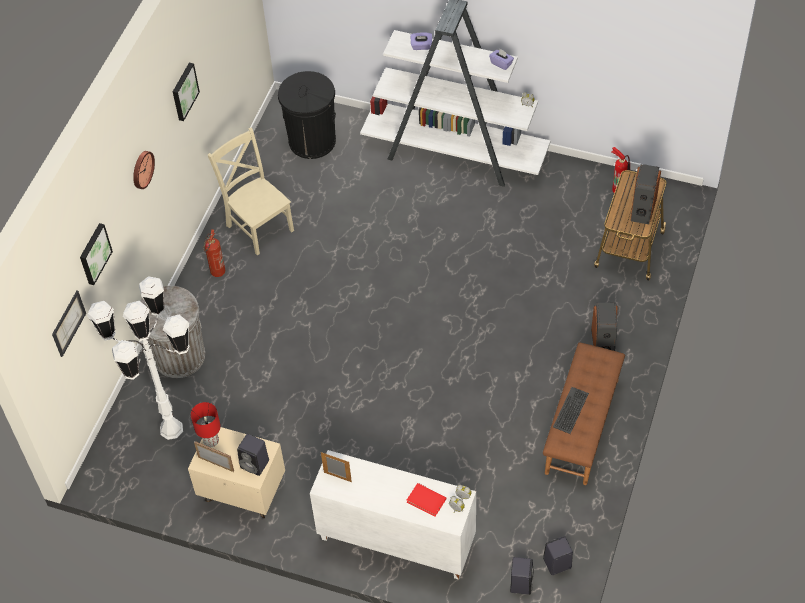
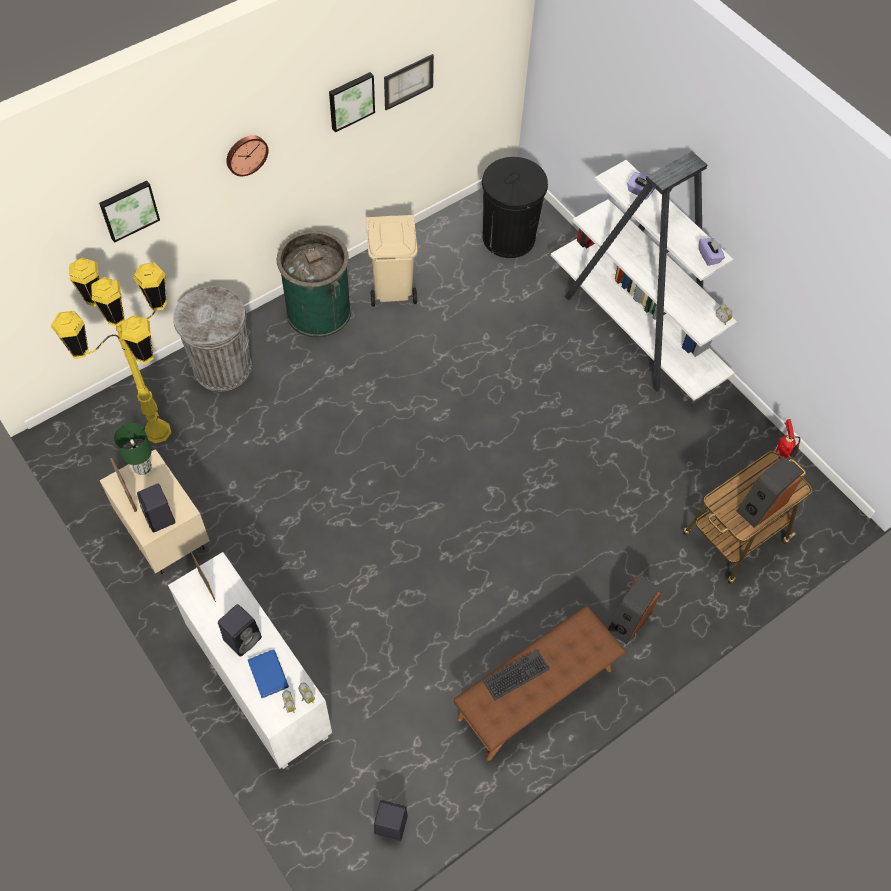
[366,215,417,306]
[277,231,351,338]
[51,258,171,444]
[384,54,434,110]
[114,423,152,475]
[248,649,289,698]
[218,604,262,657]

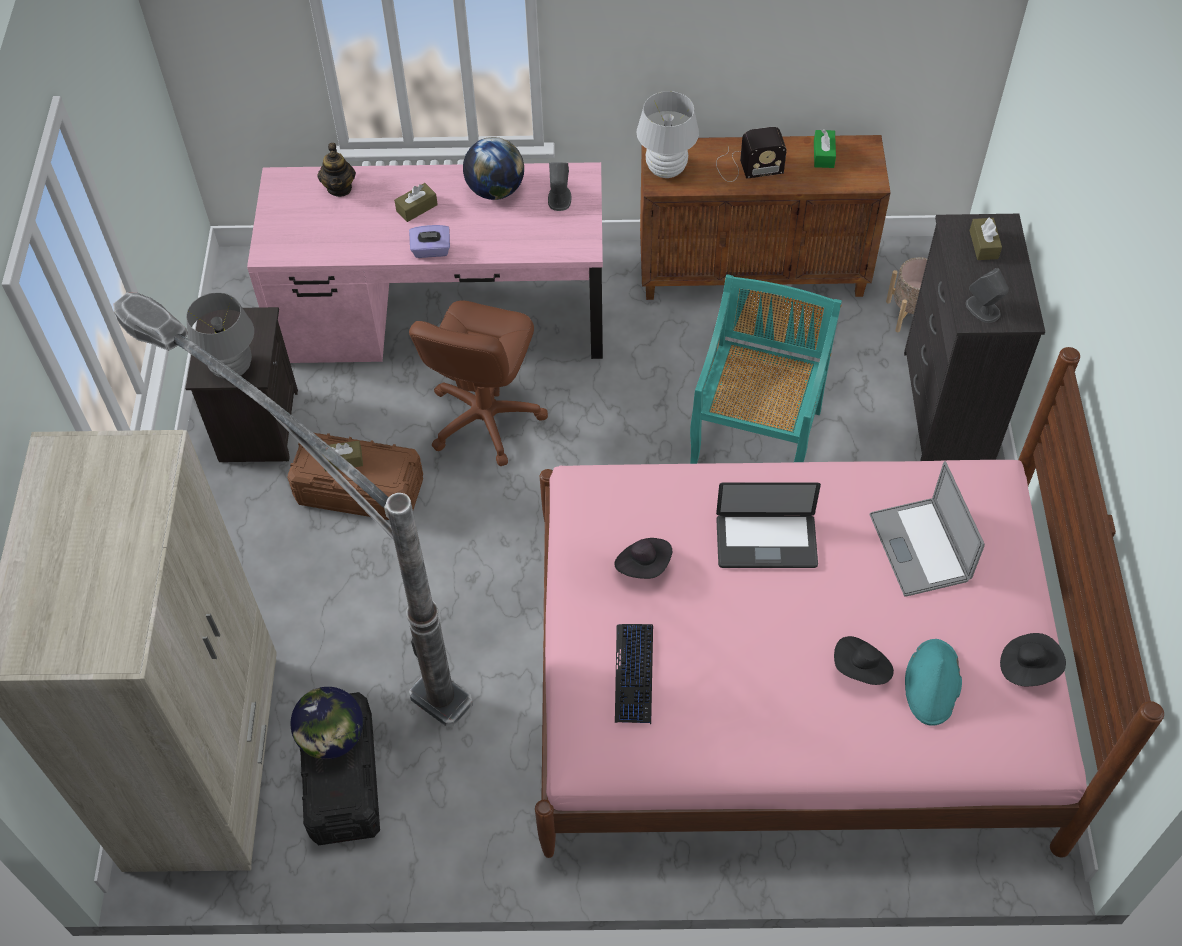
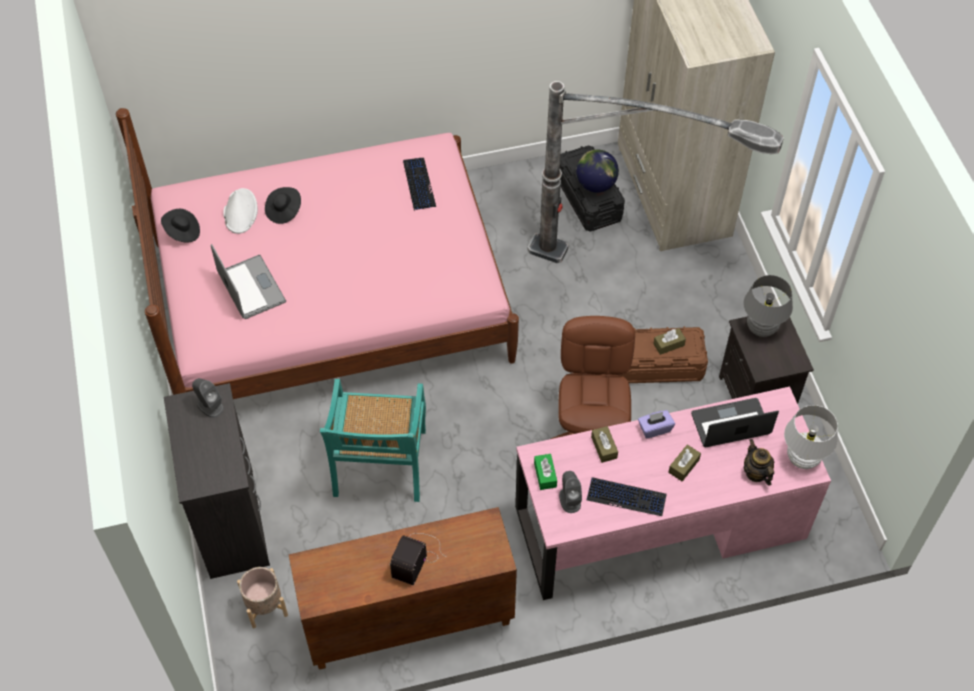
[784,405,838,469]
[390,533,447,585]
[534,454,557,490]
[587,477,667,516]
[591,426,618,463]
[691,398,779,447]
[614,538,672,579] (first image)
[223,188,258,234]

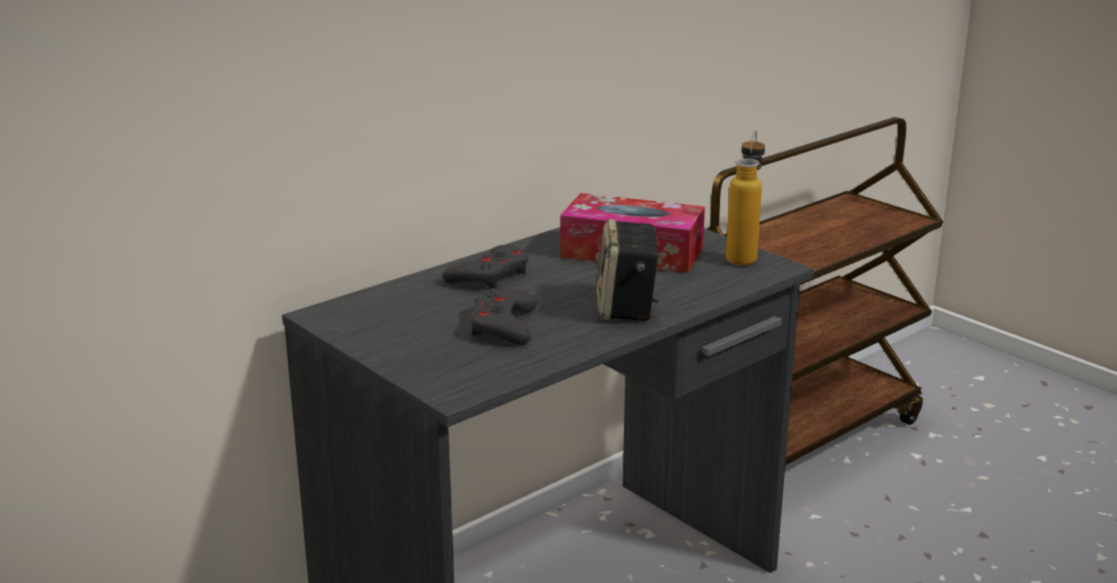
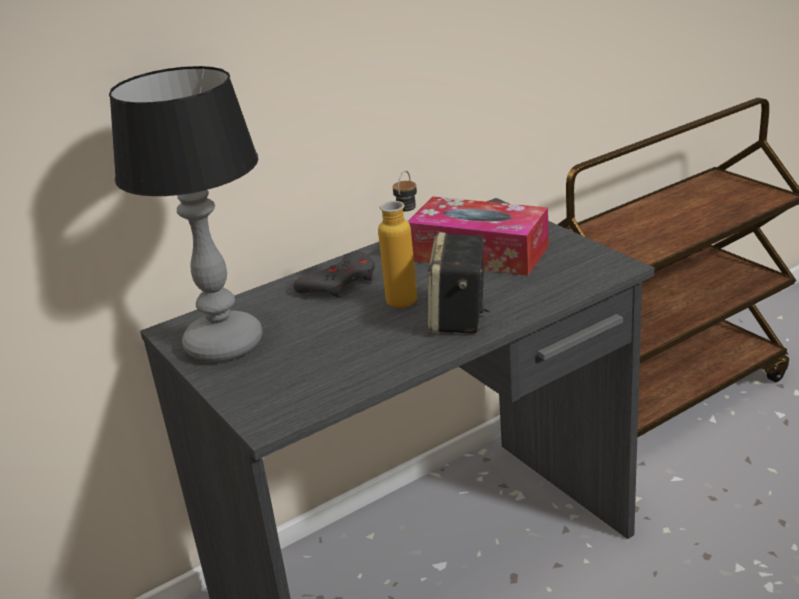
[378,170,417,308]
[470,289,537,345] (first image)
[109,66,262,362]

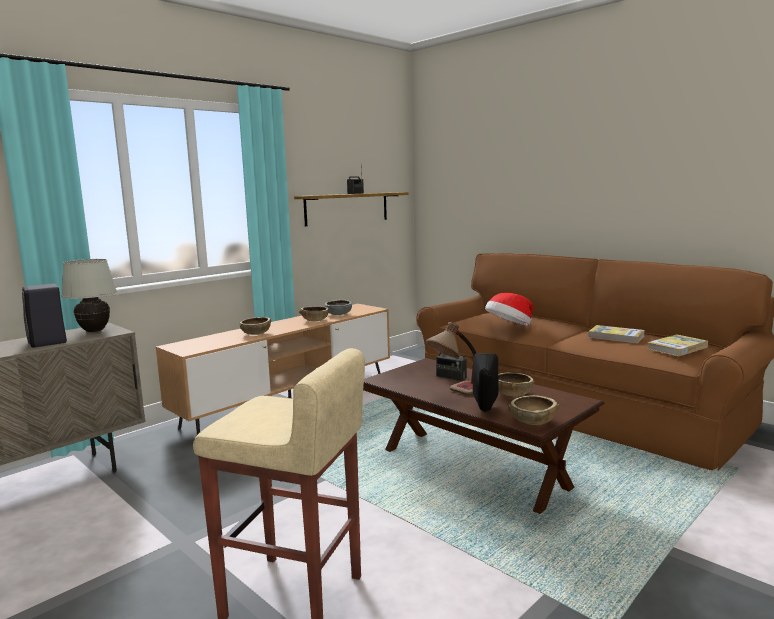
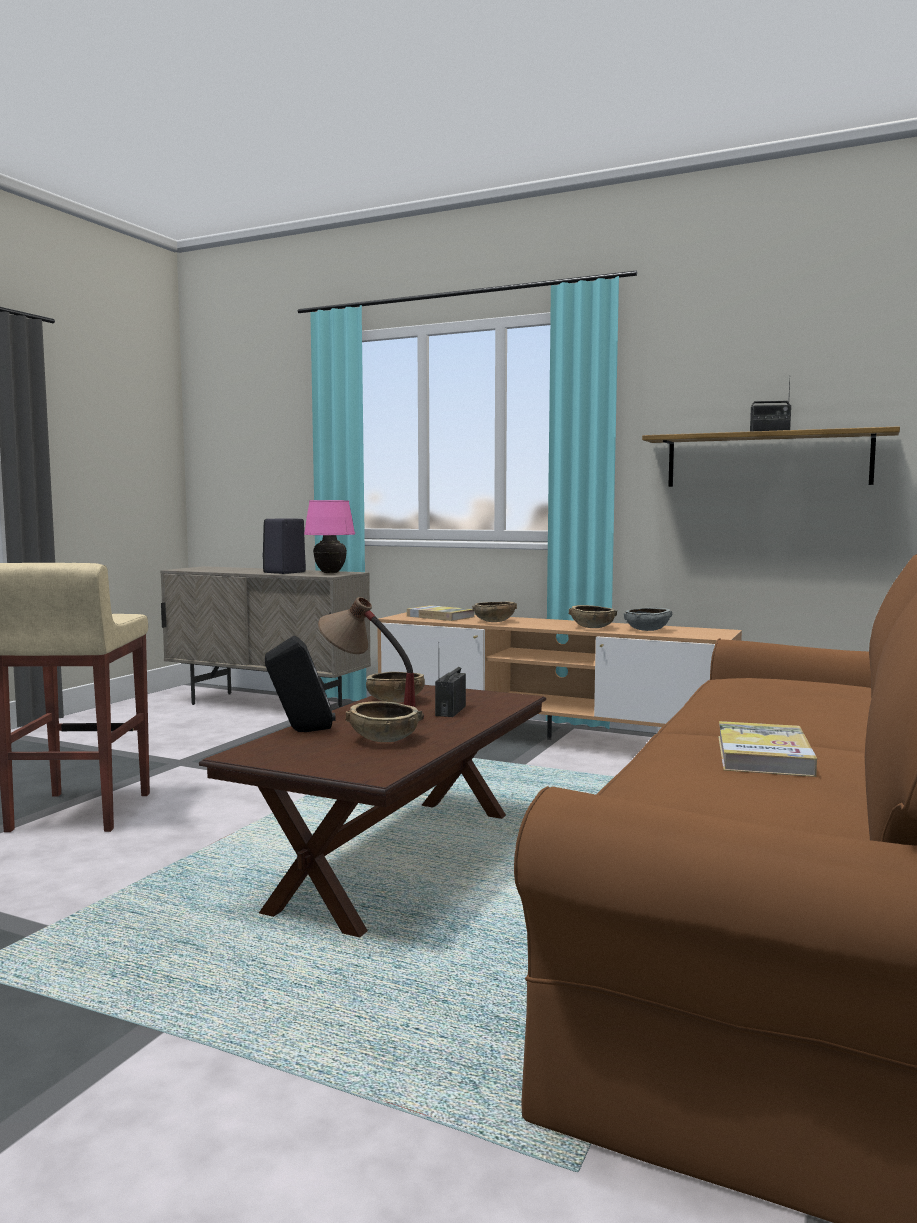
[304,500,355,573]
[485,293,533,326] (first image)
[407,605,474,621]
[366,672,425,703]

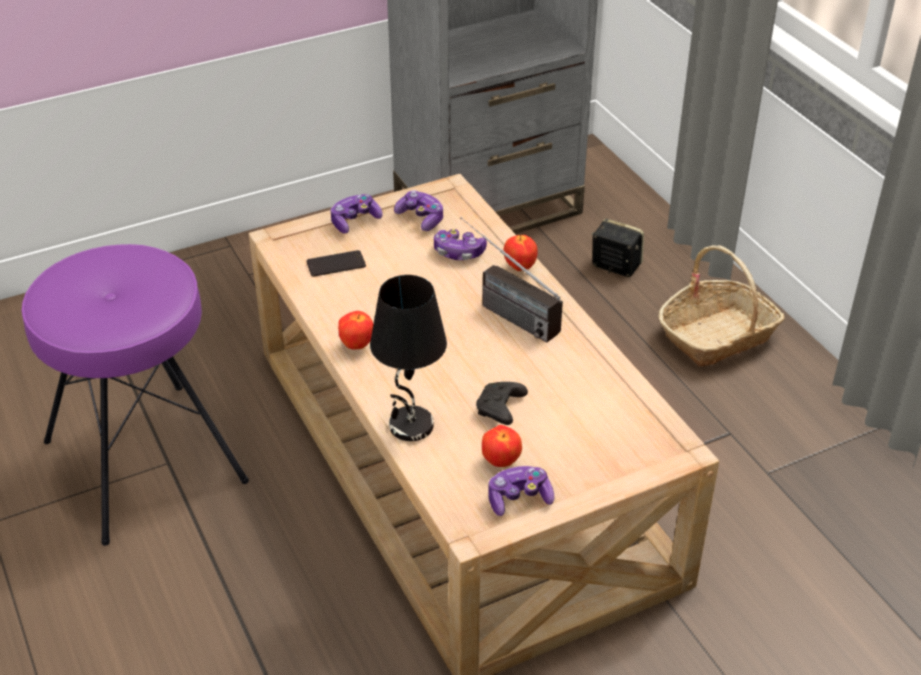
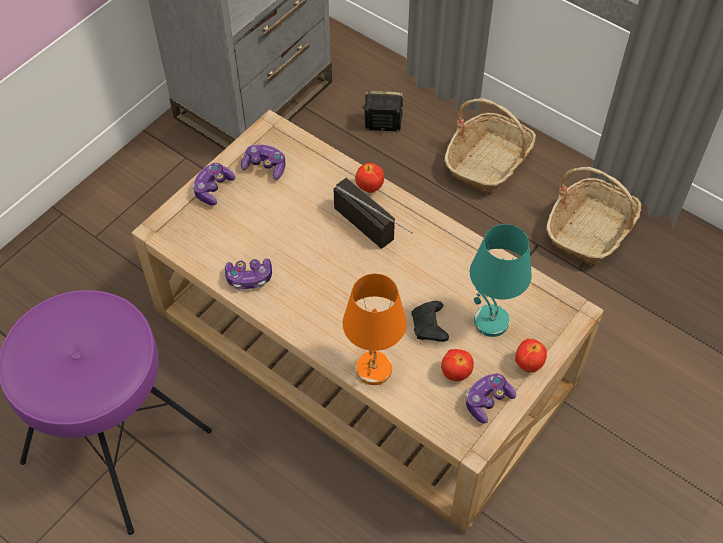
[333,178,413,249]
[225,258,272,290]
[307,250,366,277] (first image)
[343,274,407,385]
[515,339,547,373]
[546,167,641,266]
[470,224,532,337]

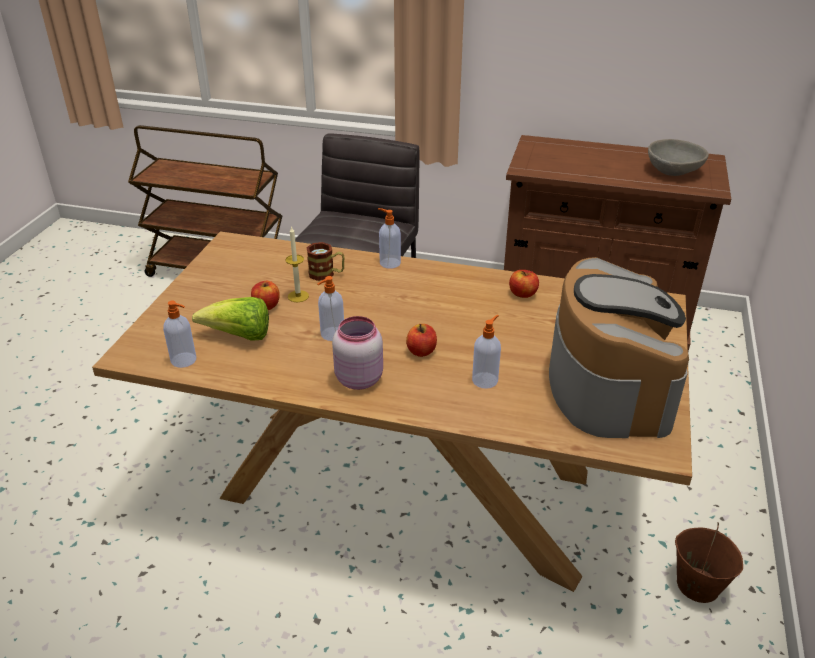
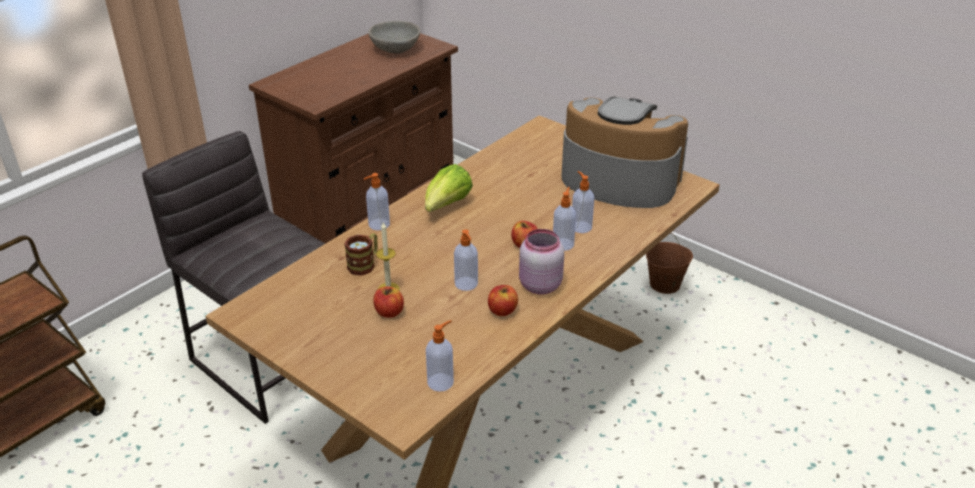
[488,285,518,316]
[425,164,473,212]
[553,187,576,251]

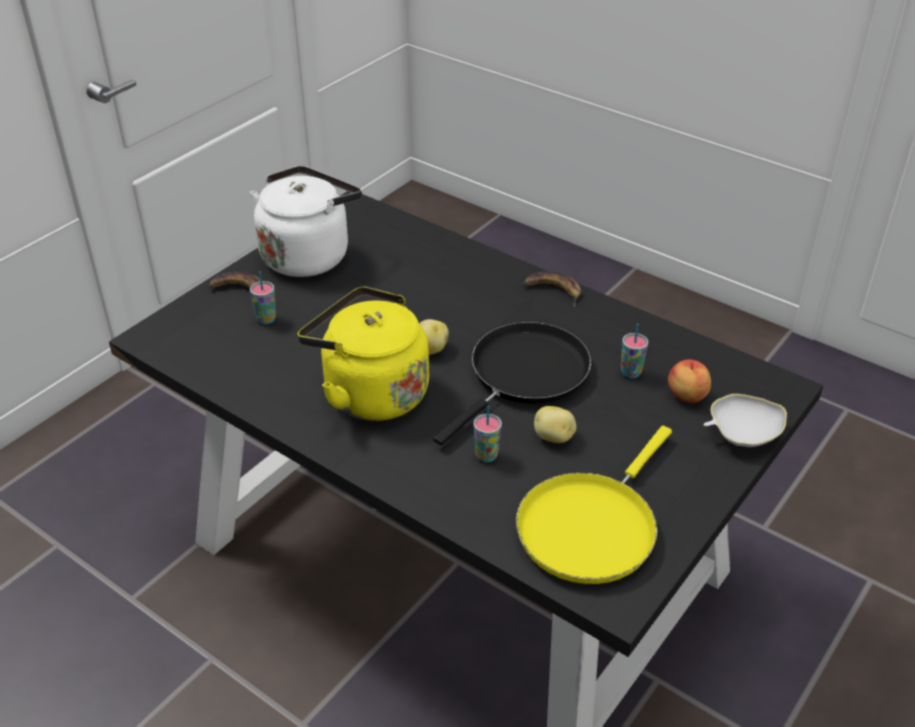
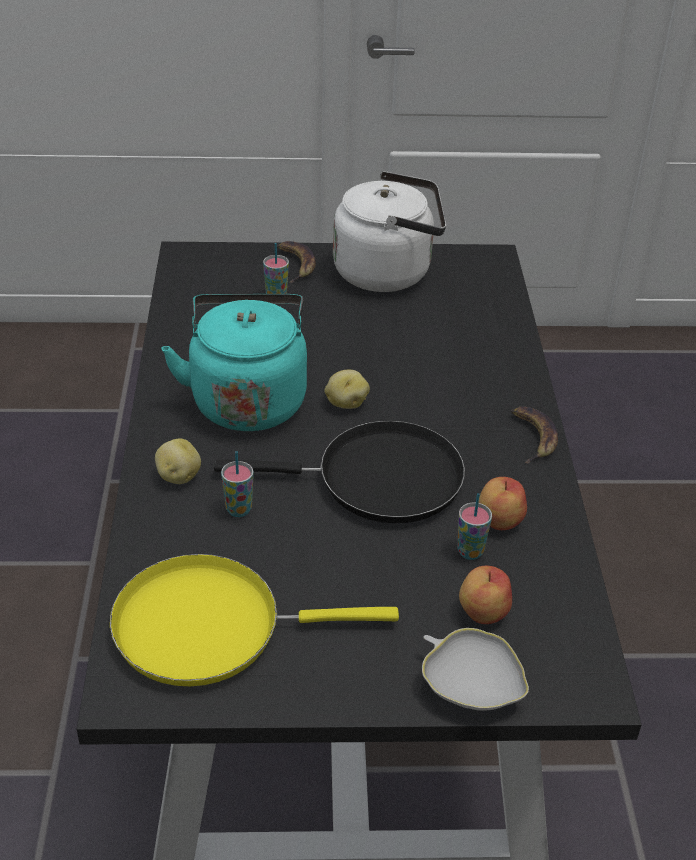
[161,294,307,431]
[155,438,201,484]
[479,477,527,530]

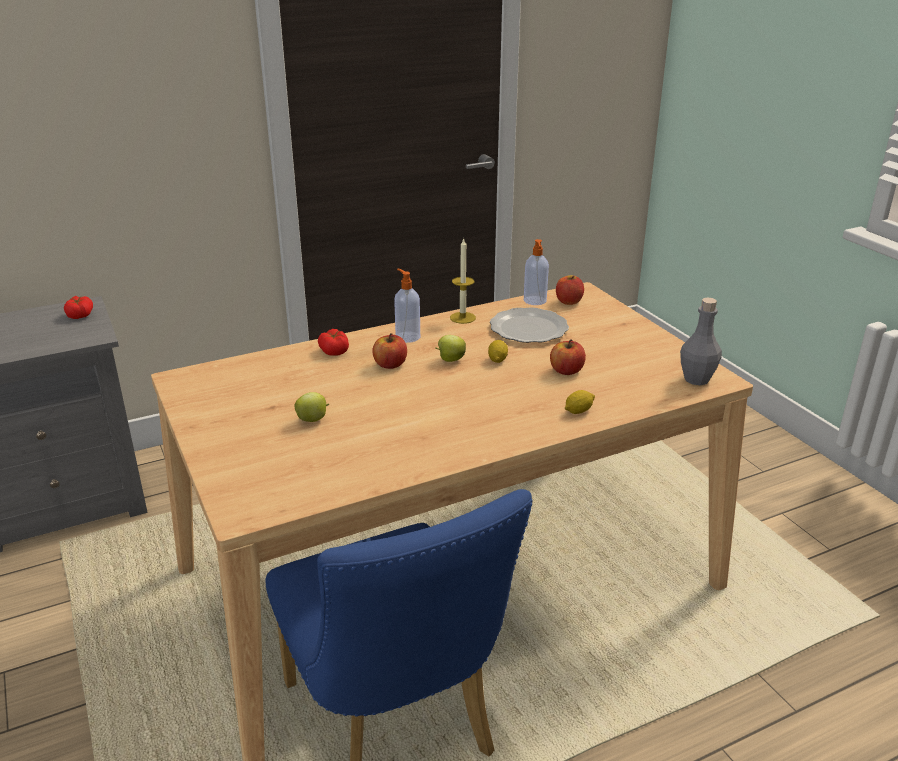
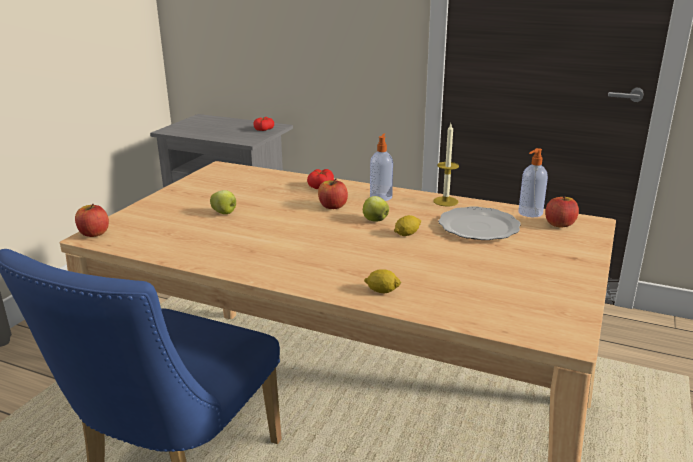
[680,297,722,385] (first image)
[75,204,109,237]

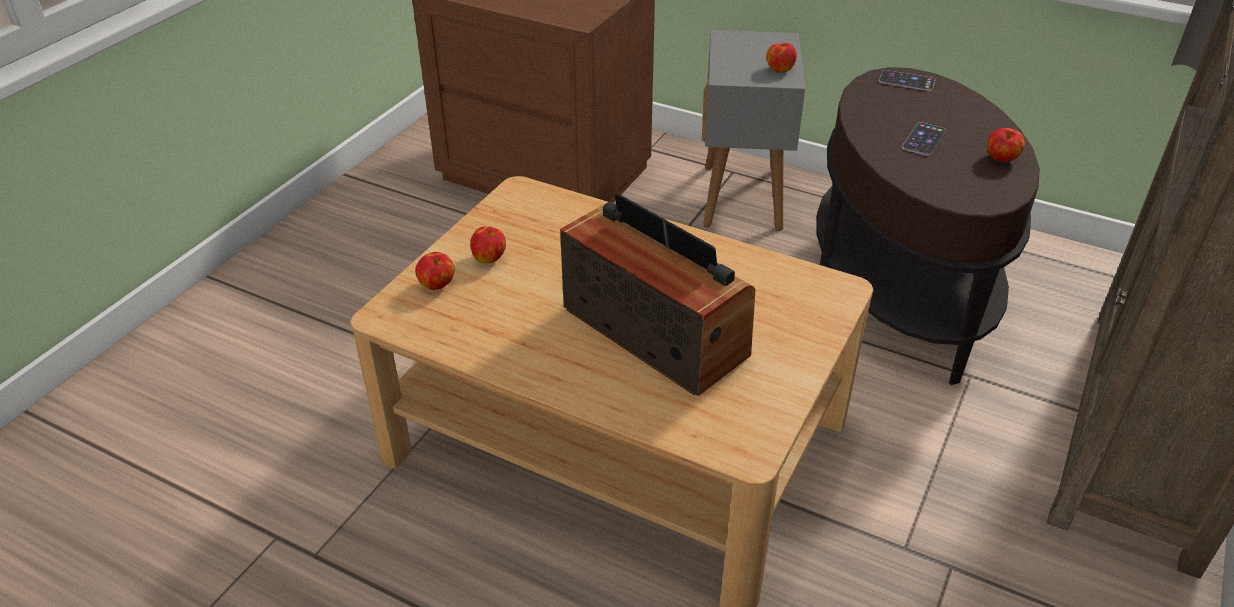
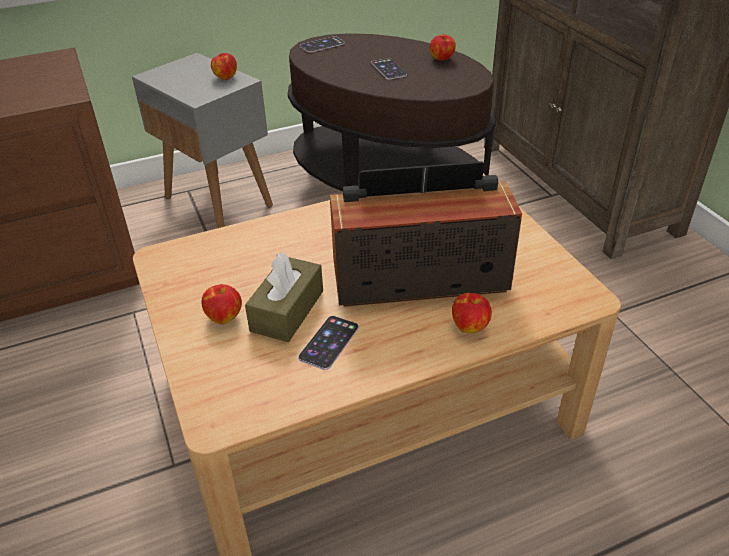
[452,293,492,333]
[245,252,323,342]
[298,316,359,370]

